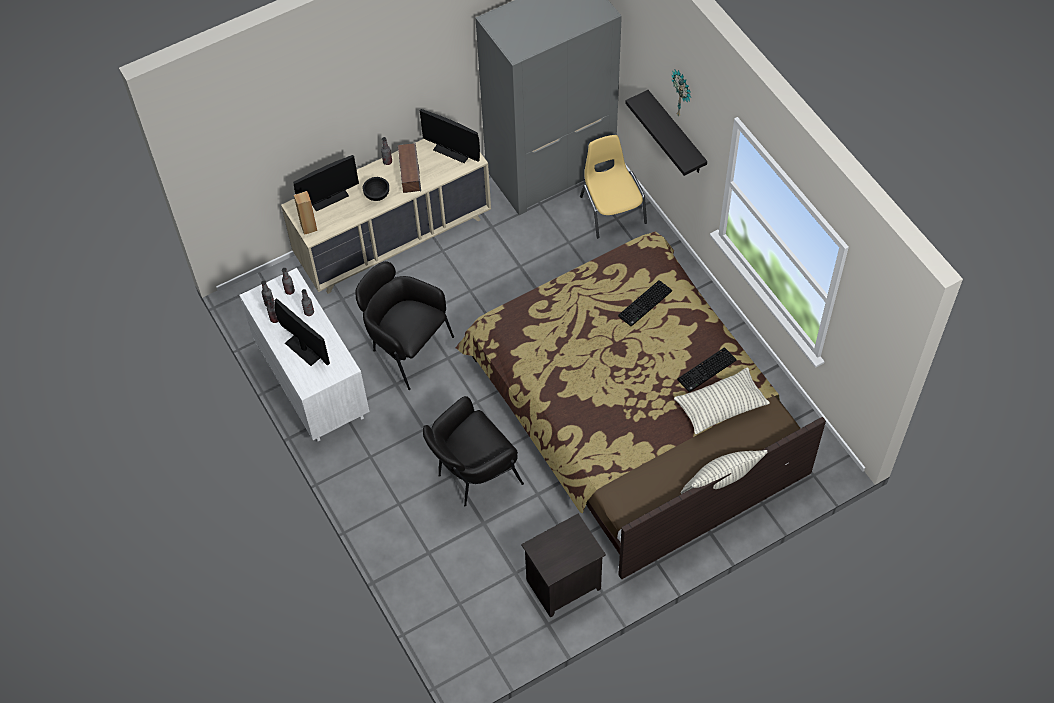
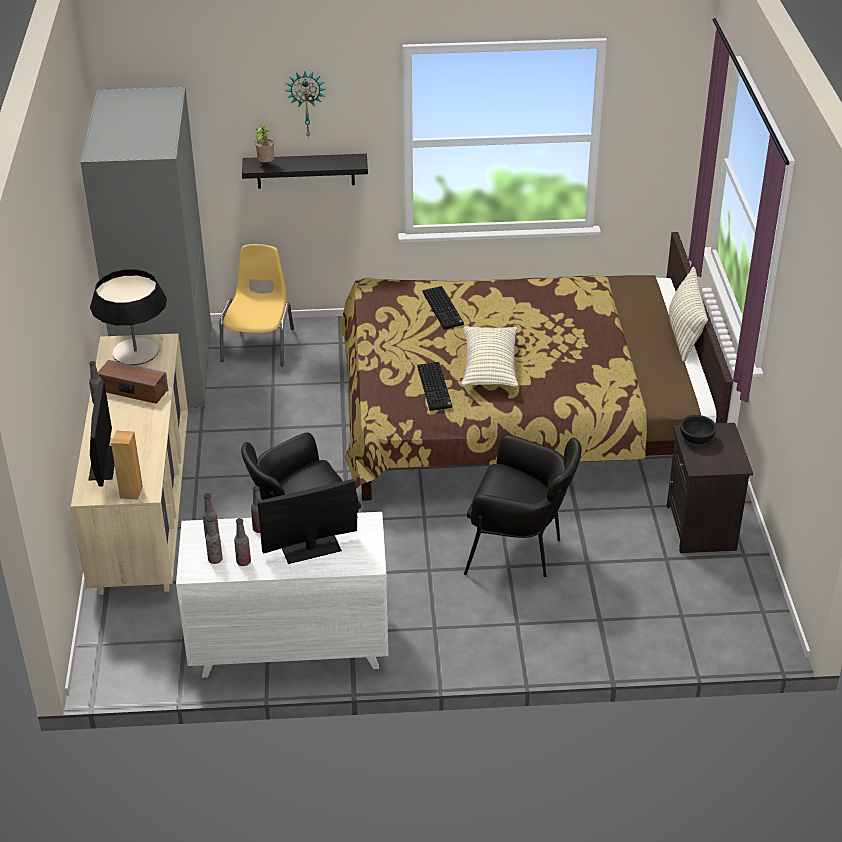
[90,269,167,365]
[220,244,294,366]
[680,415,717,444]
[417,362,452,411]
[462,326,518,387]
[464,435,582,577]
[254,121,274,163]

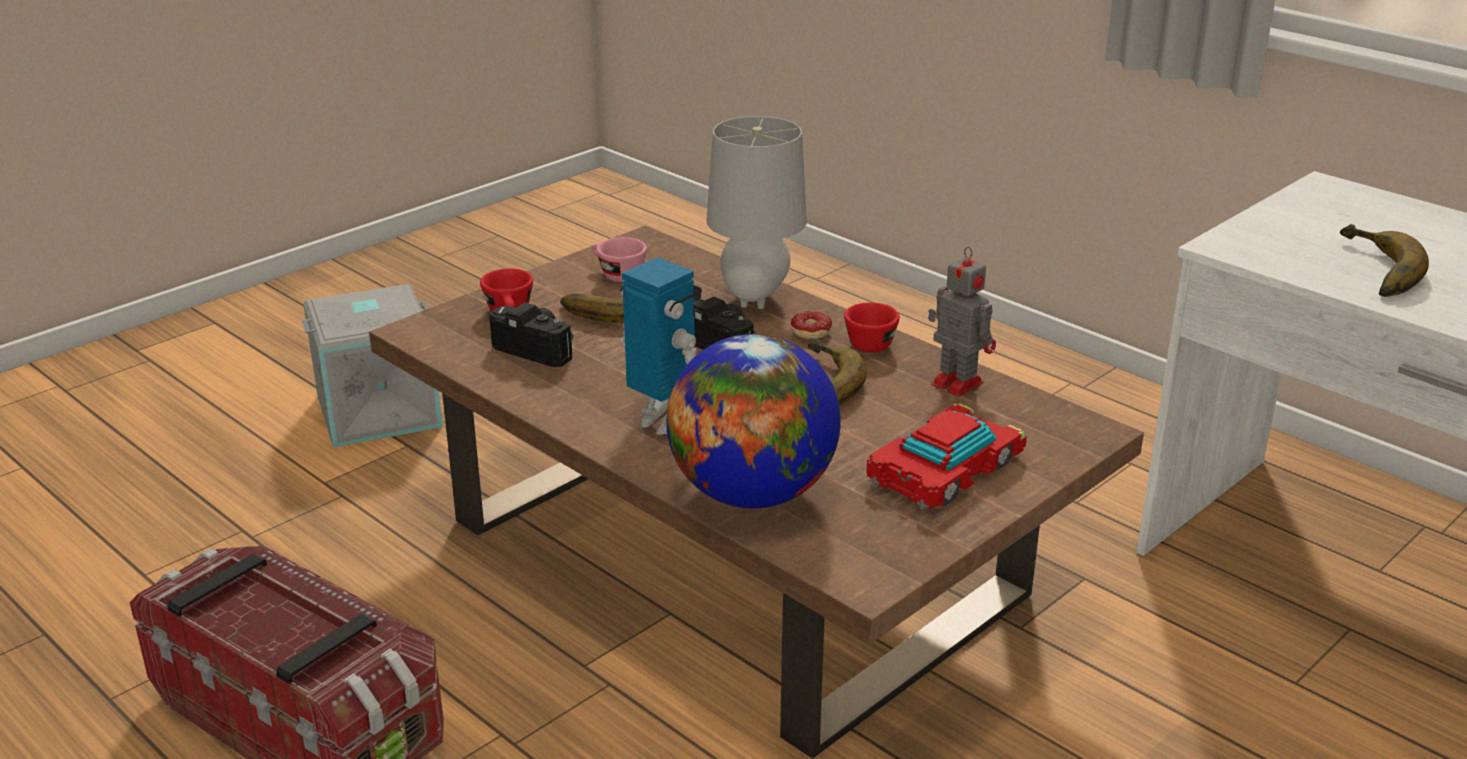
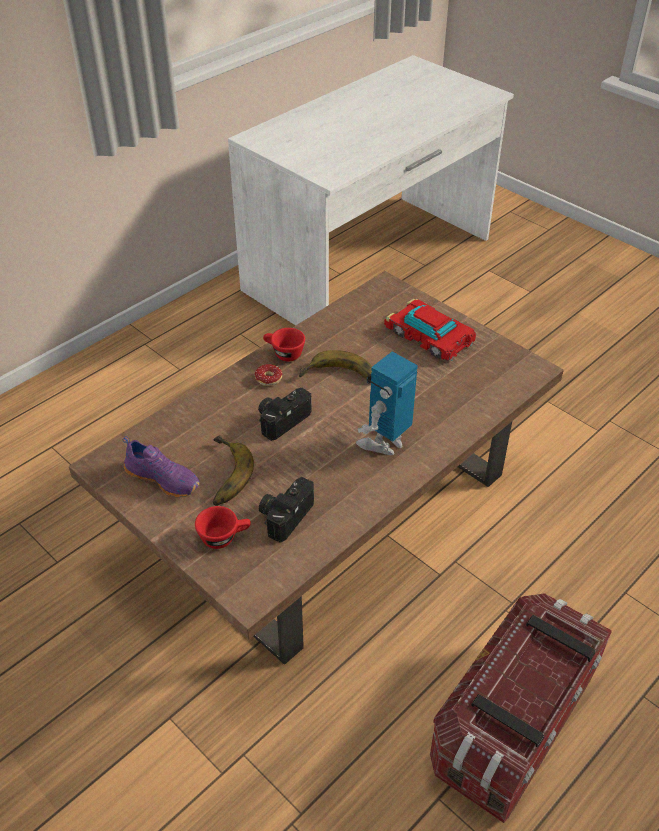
[707,116,807,309] (first image)
[1340,224,1429,297] (first image)
[123,436,200,497]
[928,246,996,397] (first image)
[302,284,443,448] (first image)
[666,334,841,508] (first image)

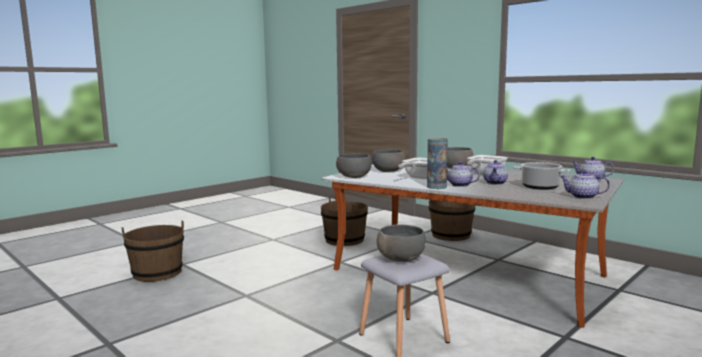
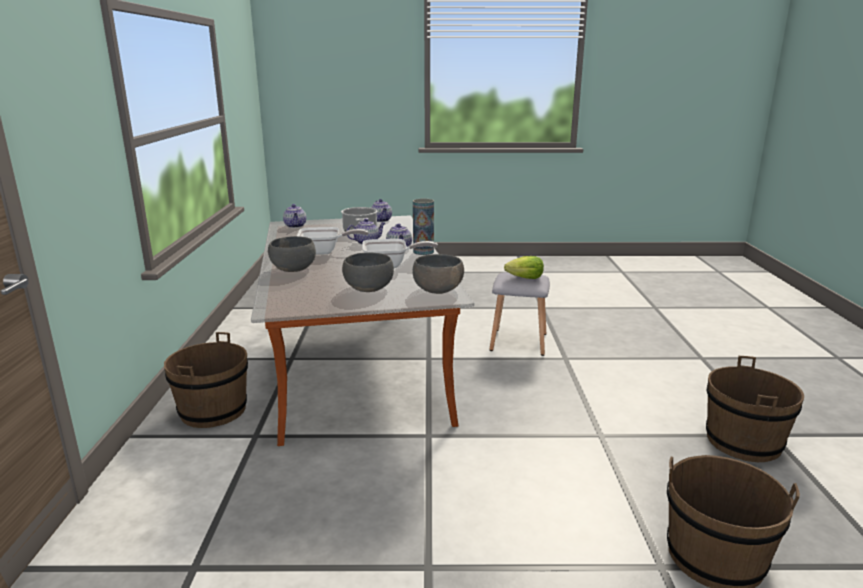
[706,356,804,462]
[504,256,544,279]

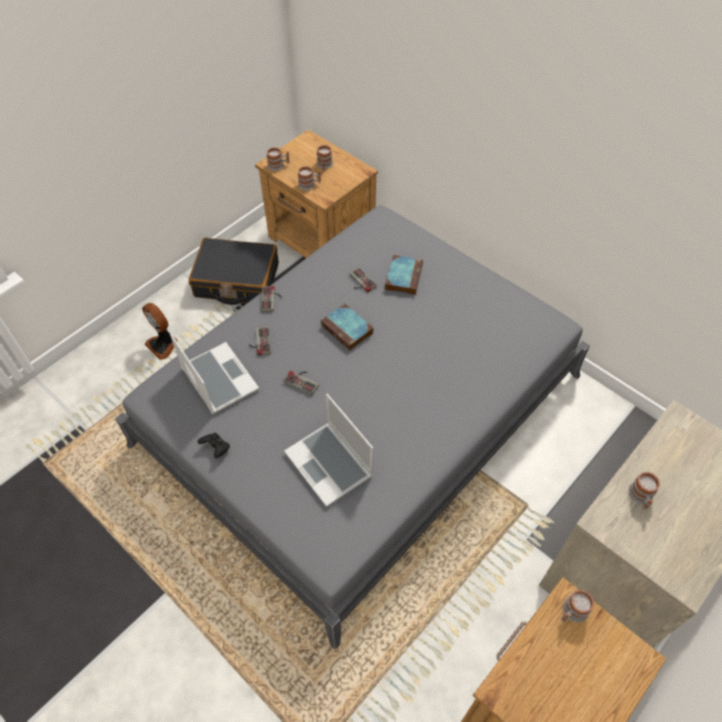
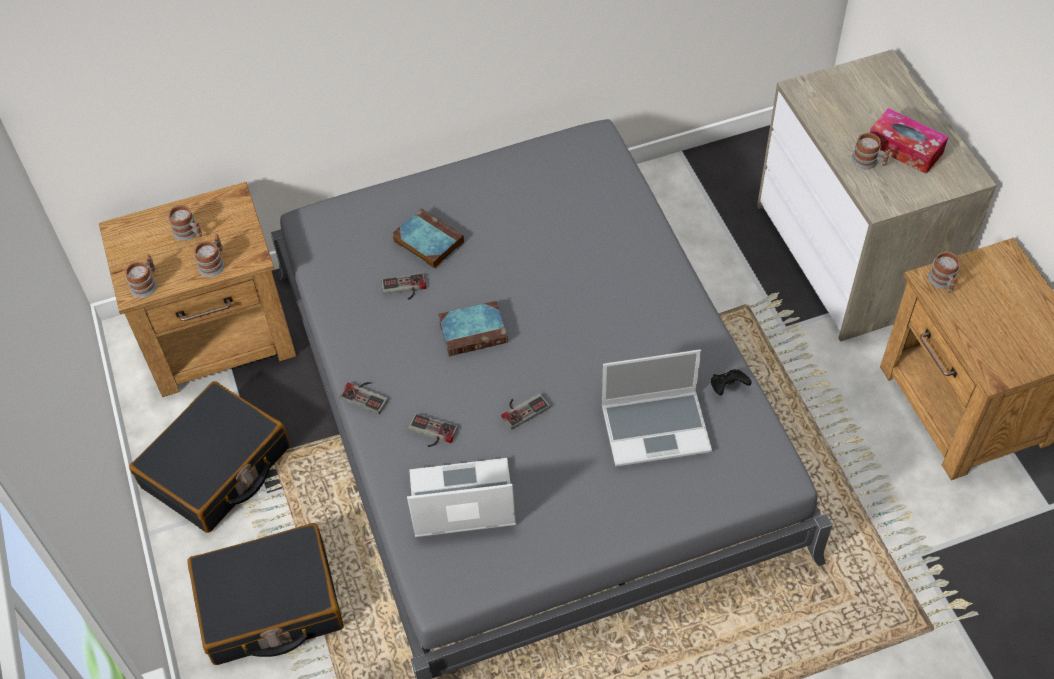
[187,523,344,665]
[711,369,752,396]
[870,108,948,174]

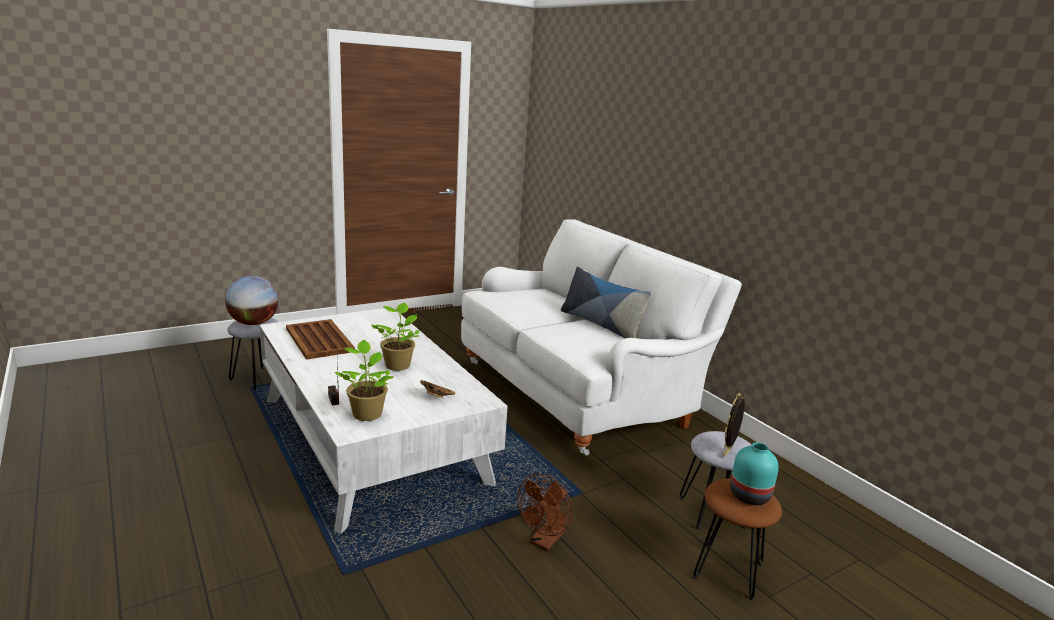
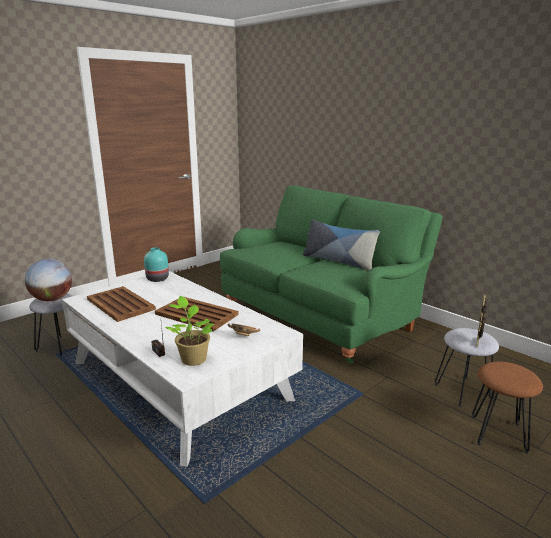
[220,186,443,364]
[155,296,239,332]
[144,247,169,282]
[517,474,573,551] (first image)

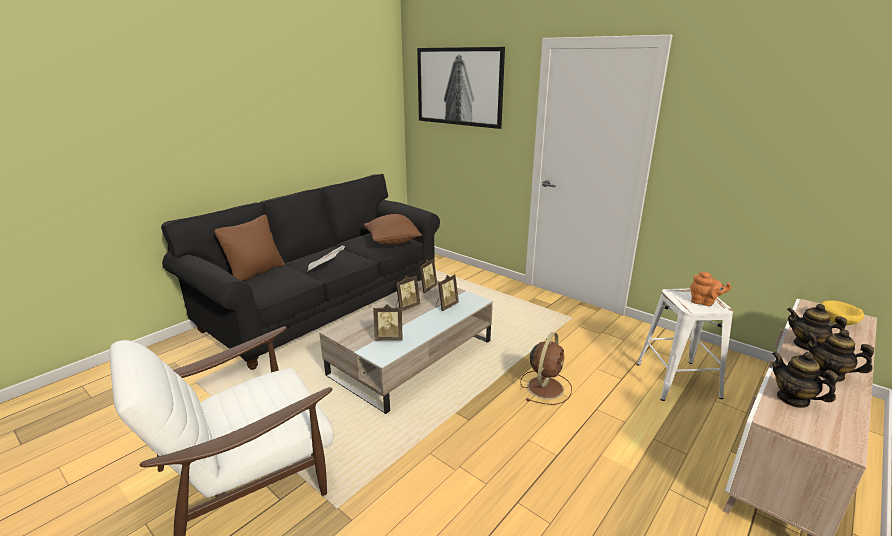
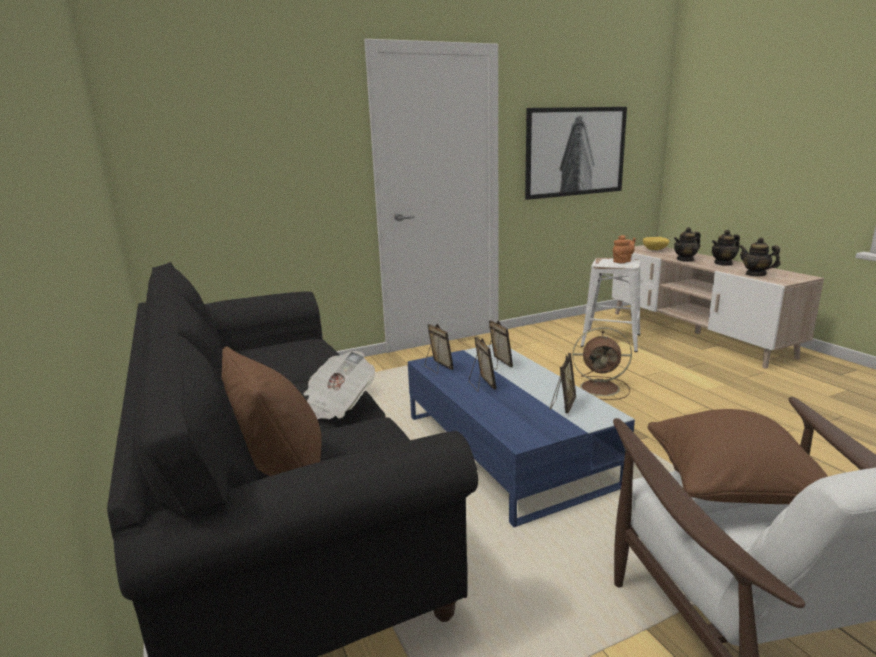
[525,107,627,200]
[648,409,828,504]
[408,344,635,527]
[573,327,632,400]
[739,237,780,276]

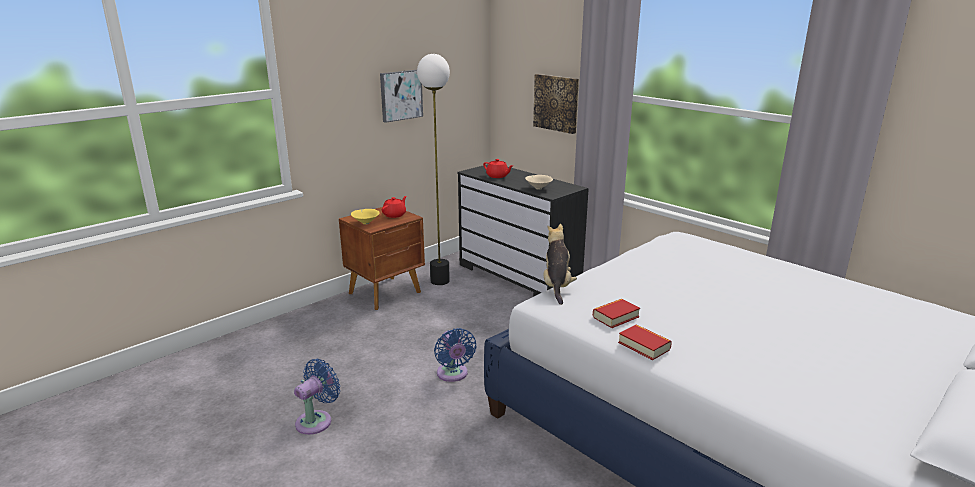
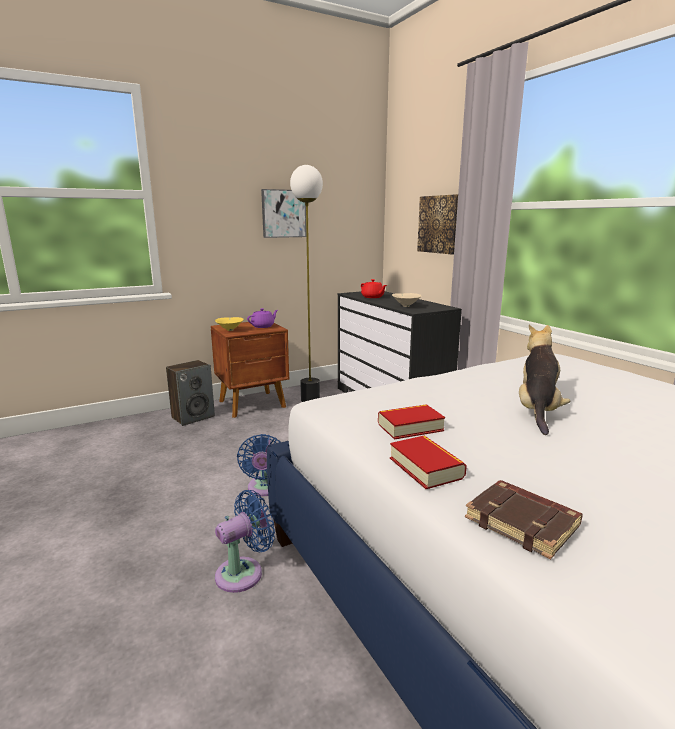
[247,308,278,328]
[519,325,570,435]
[215,490,275,593]
[166,360,215,426]
[465,480,583,559]

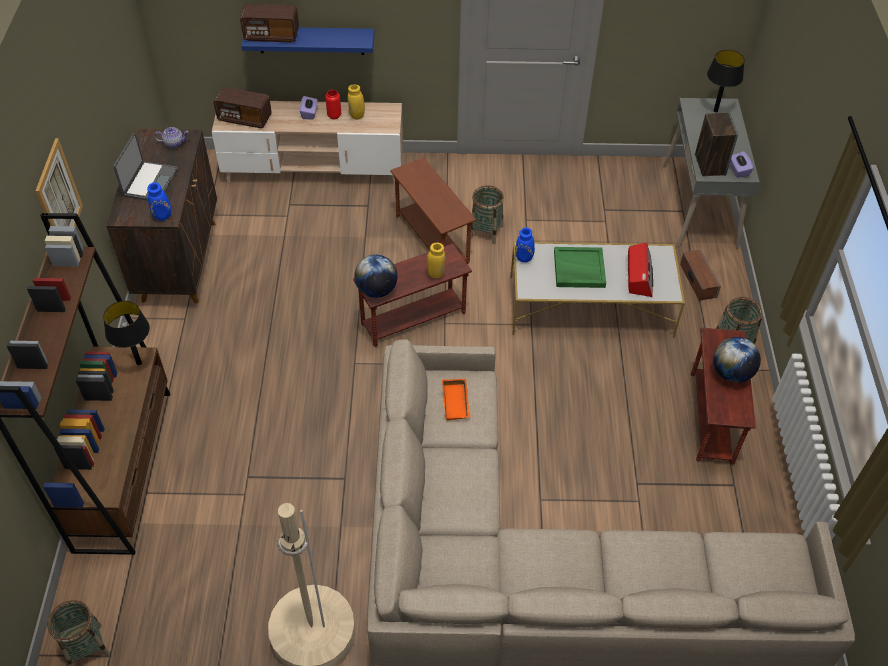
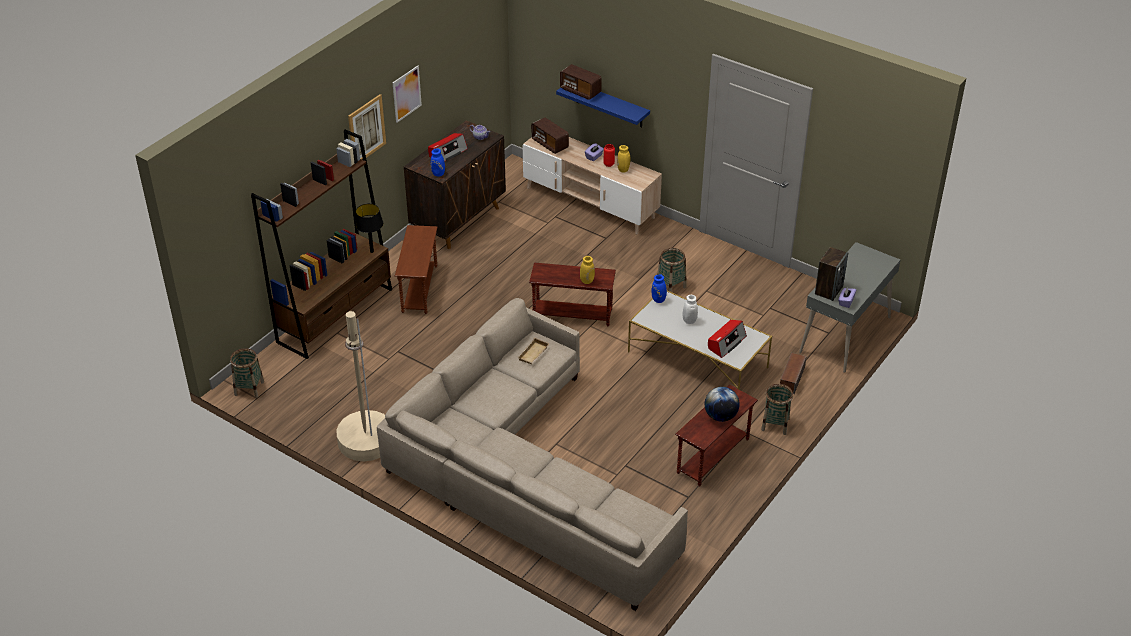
[707,50,745,112] (first image)
[428,133,468,161]
[395,225,437,314]
[683,295,698,324]
[354,255,398,298] (first image)
[518,338,550,364]
[393,66,422,123]

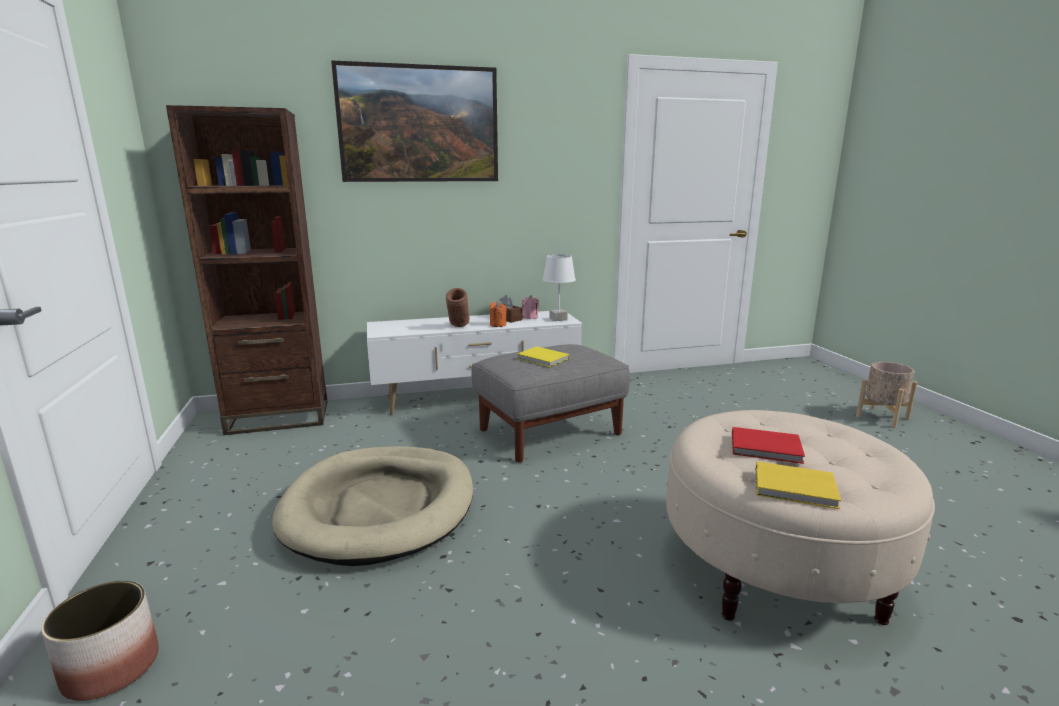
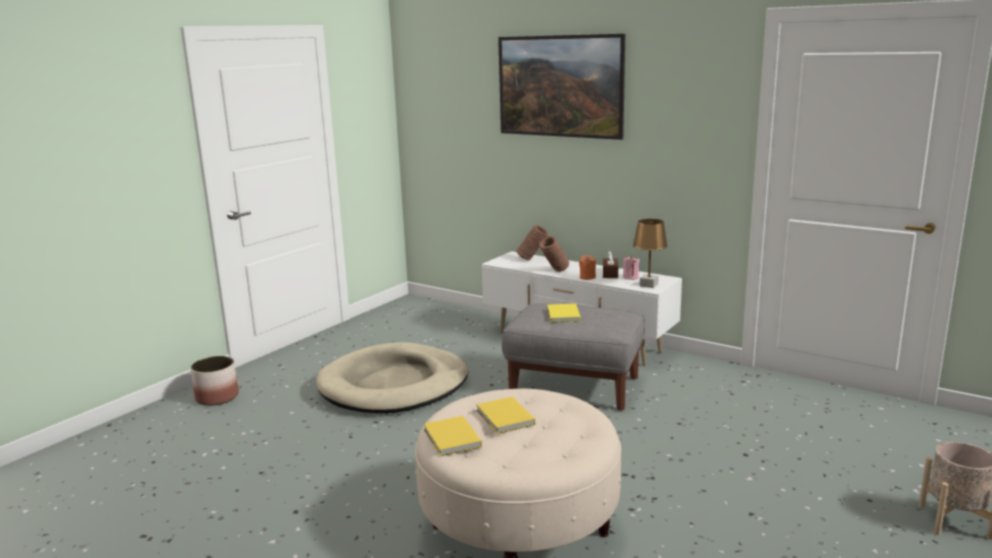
[166,105,327,435] (first image)
[633,219,668,288]
[476,397,535,434]
[517,225,548,260]

